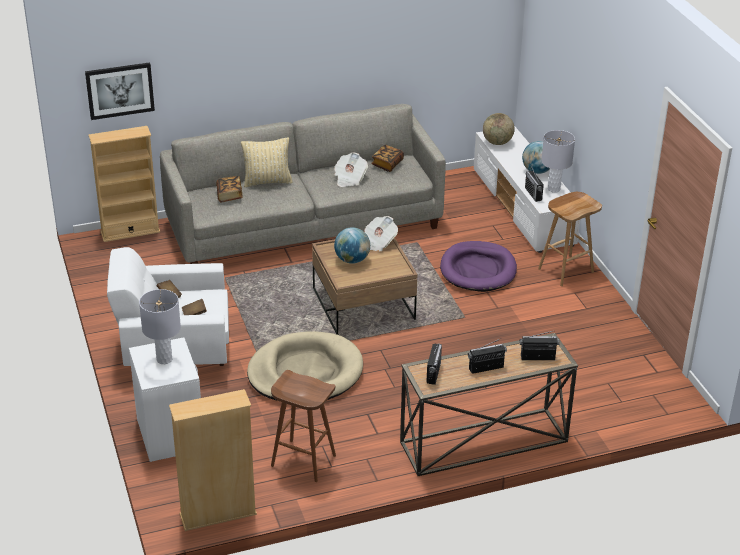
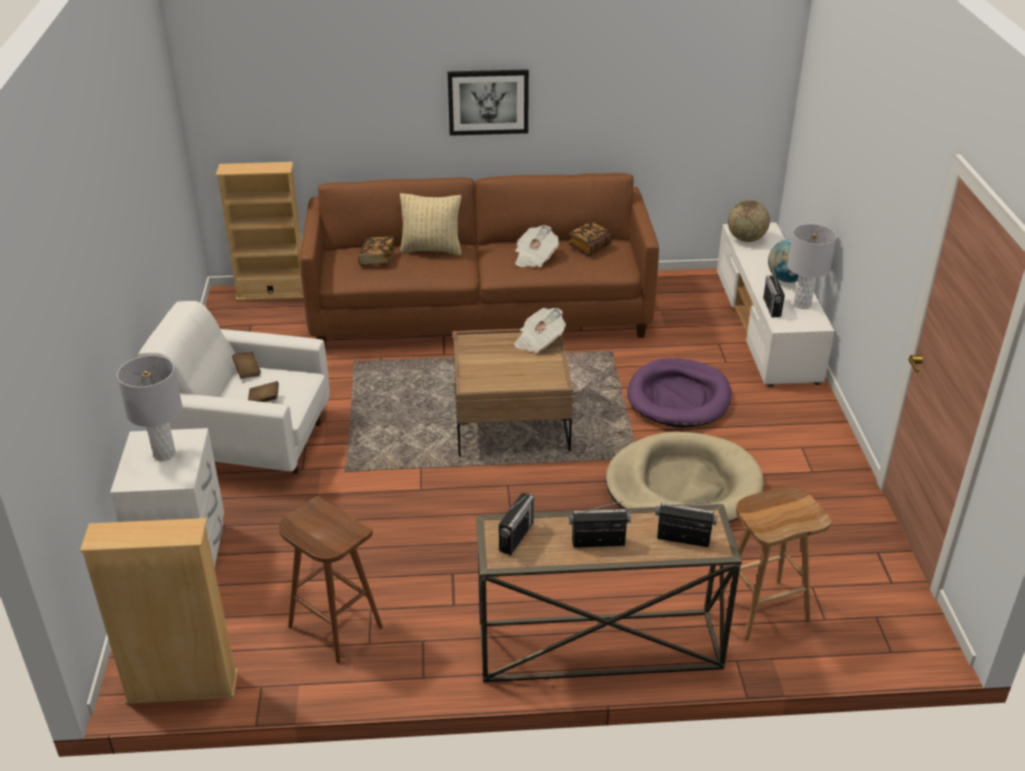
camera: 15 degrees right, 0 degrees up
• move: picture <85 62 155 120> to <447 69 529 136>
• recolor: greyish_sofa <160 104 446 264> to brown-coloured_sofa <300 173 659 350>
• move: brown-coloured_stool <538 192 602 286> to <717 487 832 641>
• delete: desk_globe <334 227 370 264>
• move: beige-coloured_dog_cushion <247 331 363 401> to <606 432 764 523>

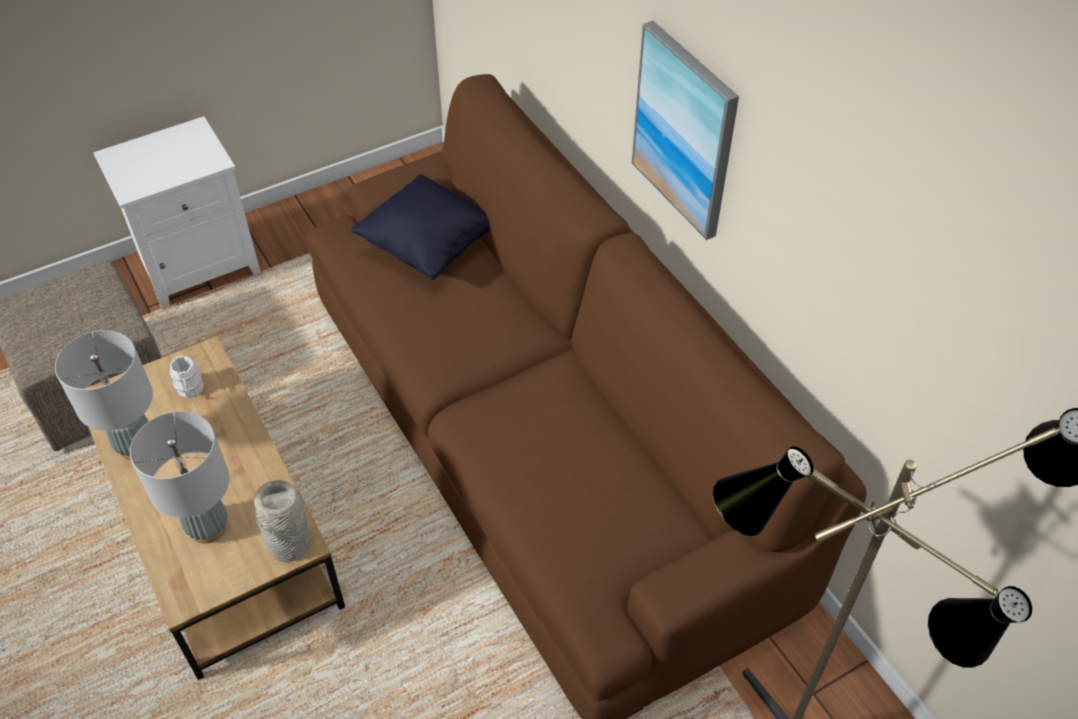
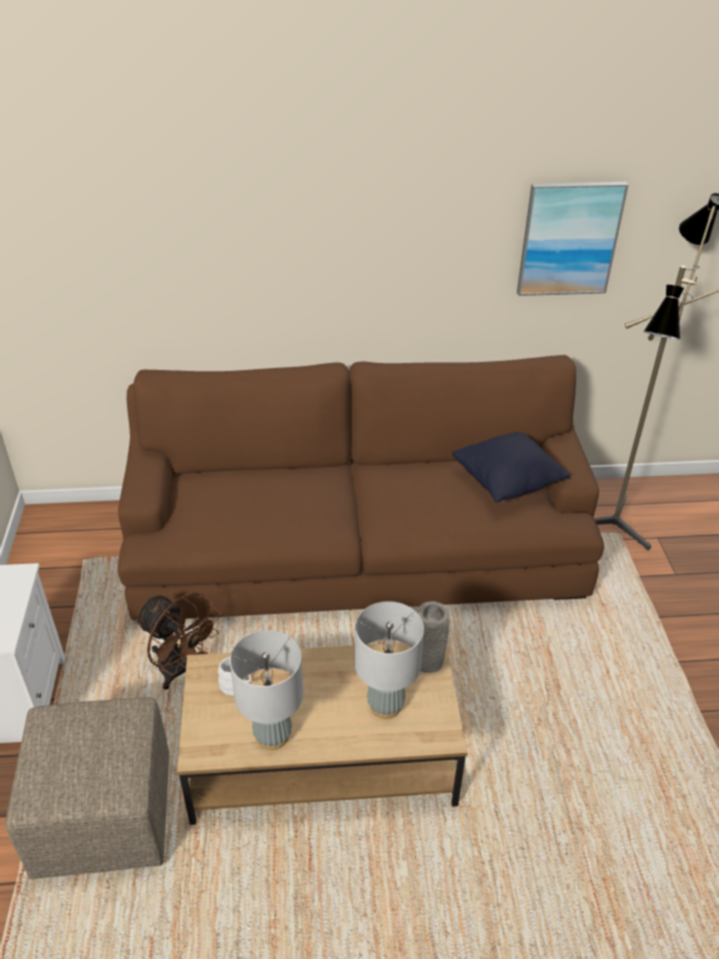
camera: 65 degrees left, 10 degrees down
• move: picture <632 21 739 240> to <517 182 629 296>
• move: black-coloured_pillow <351 174 490 280> to <452 432 570 503>
• insert: brown-coloured_fan <135 593 221 690>

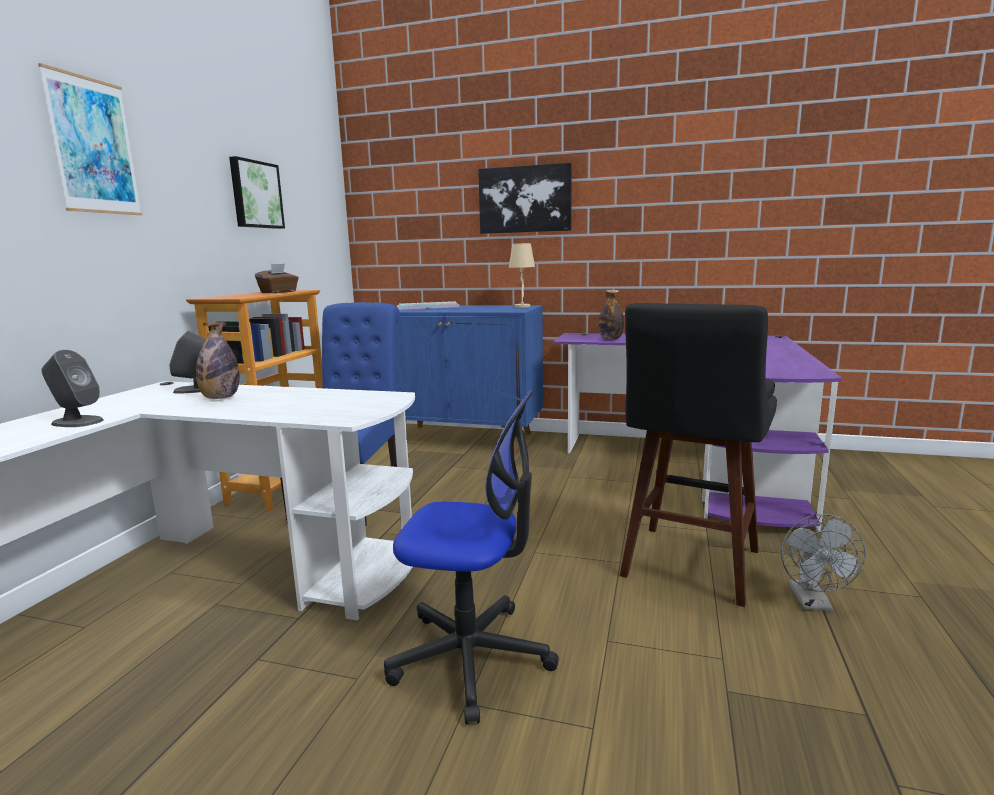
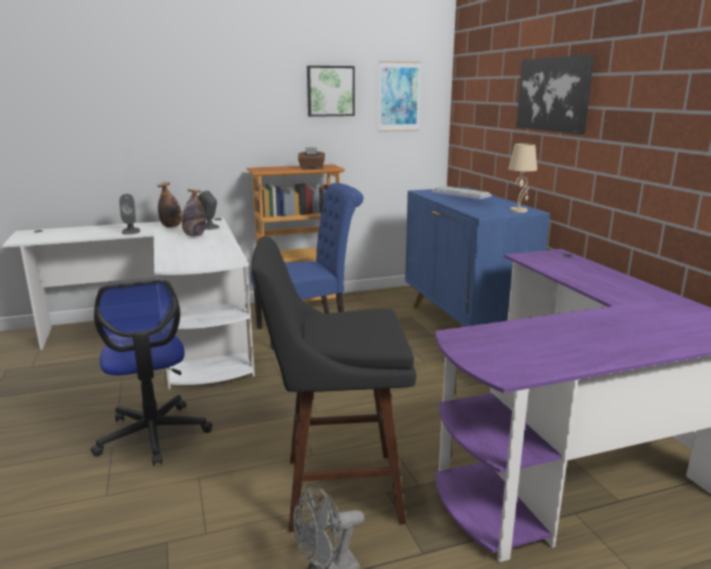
camera: 55 degrees right, 5 degrees up
• move: picture <38 63 142 215> to <378 61 421 132>
• move: drink_bottle <599 290 624 340> to <157 182 182 227>

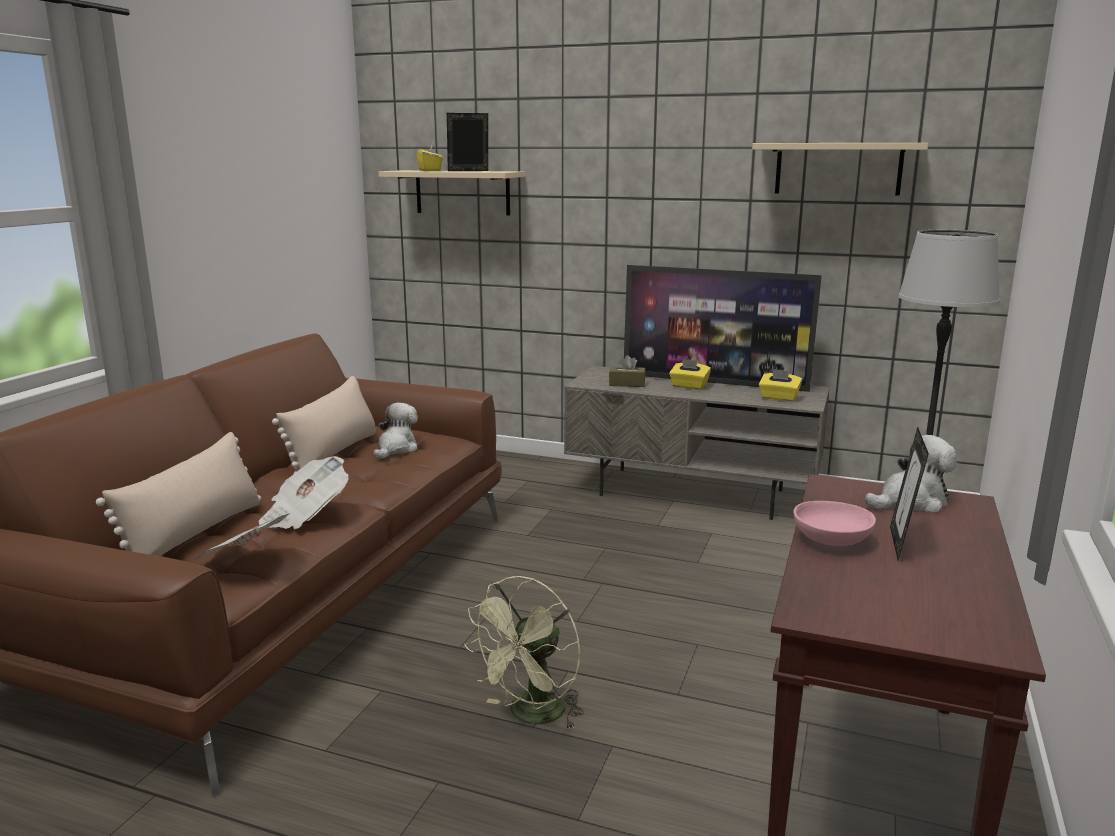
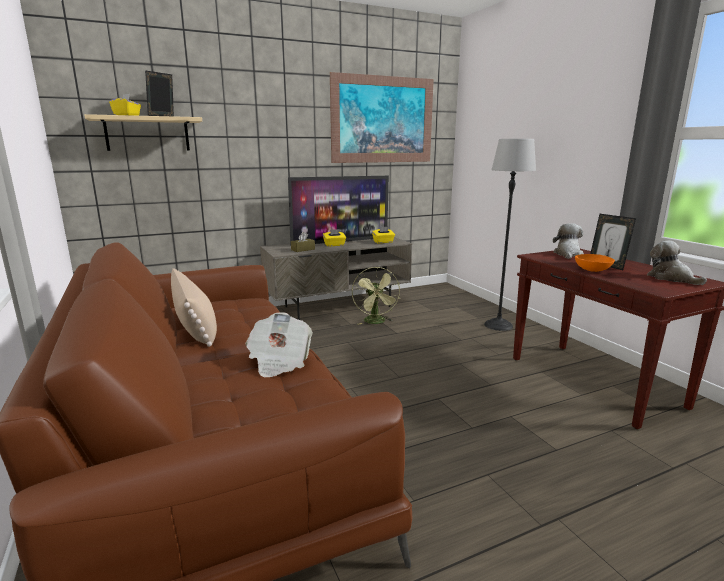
camera: 45 degrees left, 0 degrees up
• replace: beige-coloured_shelf <752 143 928 196> to picture <330 72 434 163>
• move: plush_toy <374 403 418 459> to <647 240 707 285>
• delete: beige-coloured_pillow <96 432 261 556>
• recolor: pink-coloured_bowl <793 501 876 546> to orangey_bowl <575 254 615 272>
• delete: daily_paper <192 514 289 561>
• move: green_fan <464 576 584 730> to <352 267 400 325>

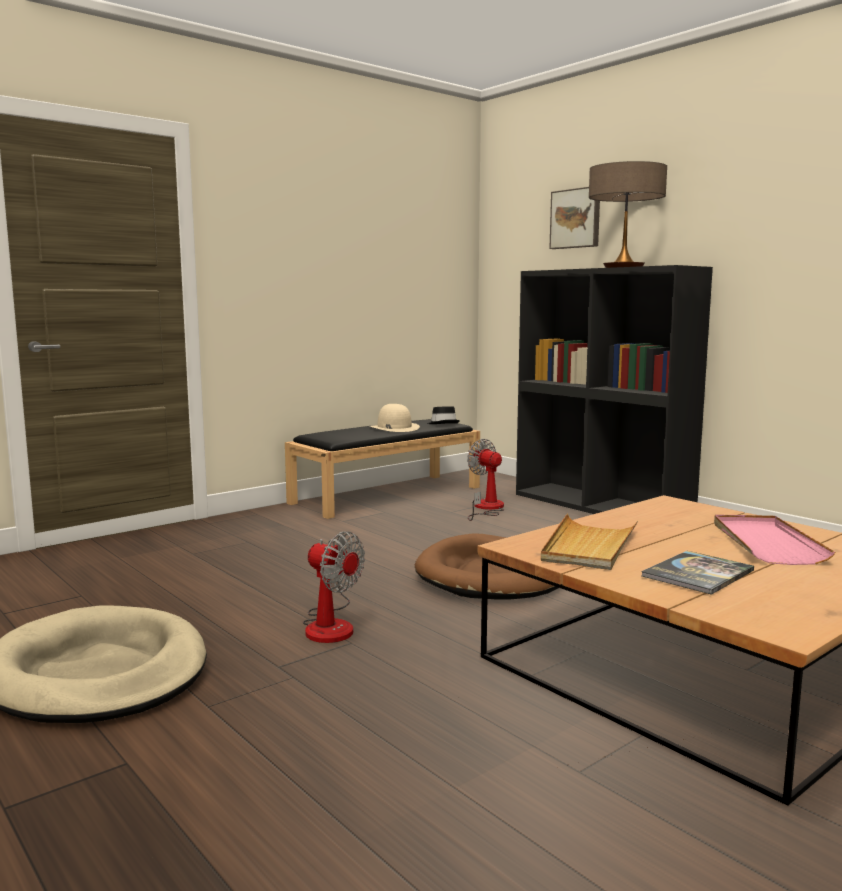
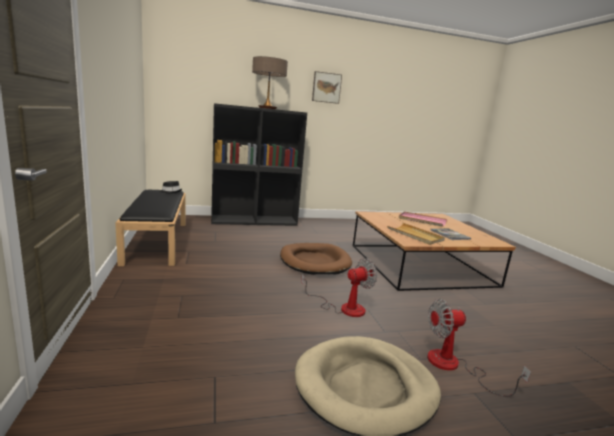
camera: 65 degrees left, 5 degrees up
• move: picture <549 187 600 249> to <312 71 342 104>
• delete: beige-coloured_clothing_hat <370 404 420 432>
• move: fan <467 439 504 521> to <427 299 531 397>

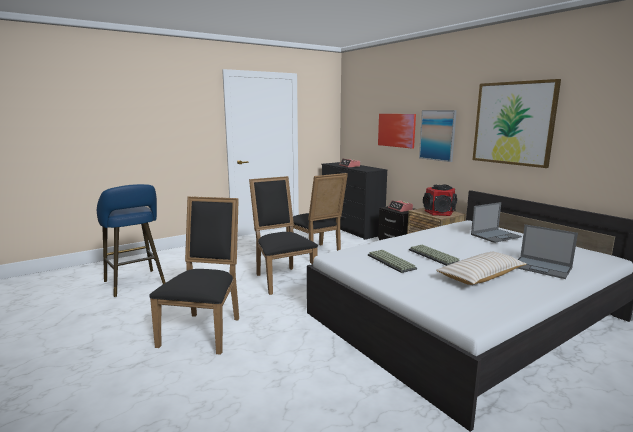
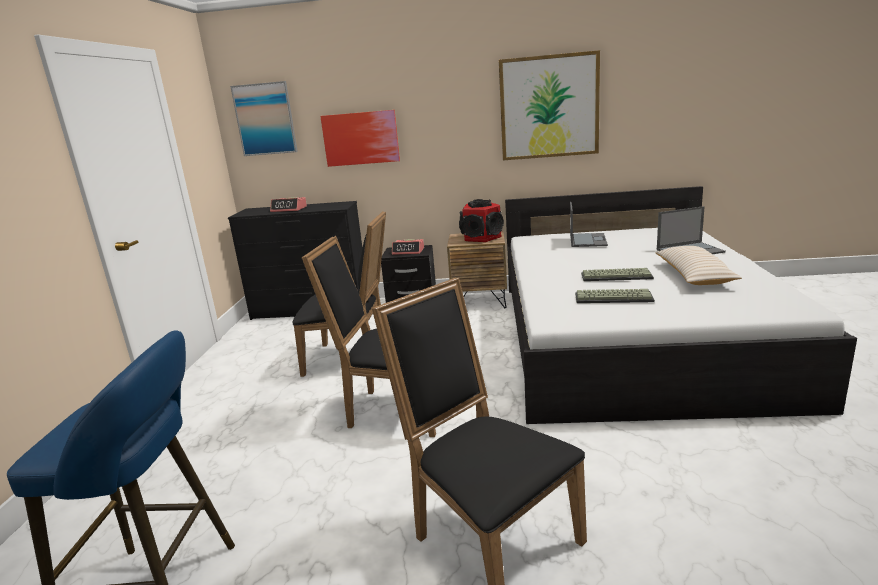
camera: 50 degrees left, 5 degrees up
• move: picture <419 110 457 162> to <230 81 298 156>

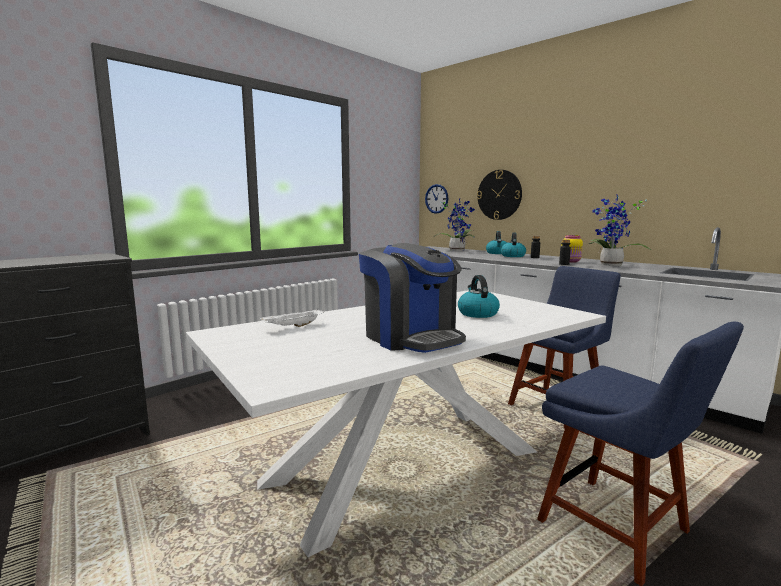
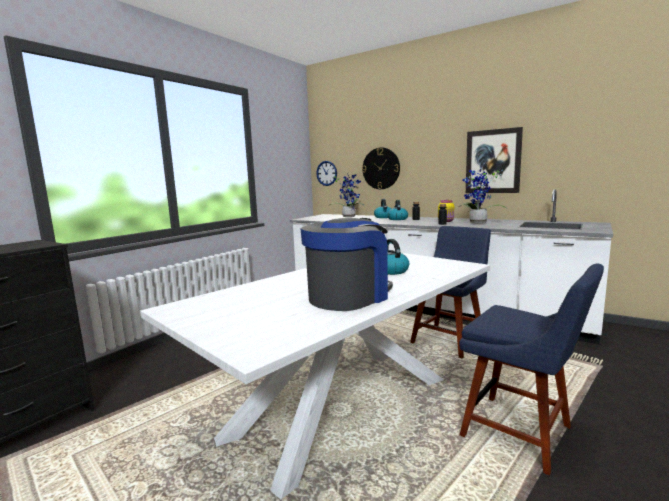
camera: 10 degrees left, 0 degrees up
• rotate: coffee_maker <359 243 466 353> = <300 218 393 311> 90 degrees counterclockwise
• delete: whitish_serving_tray <260 308 324 327>
• insert: picture <466 127 523 193>

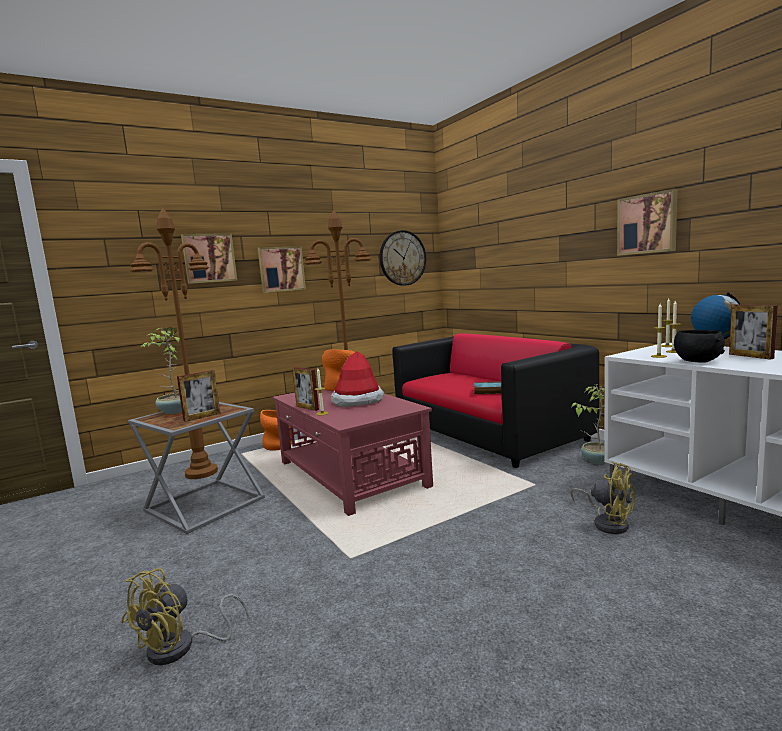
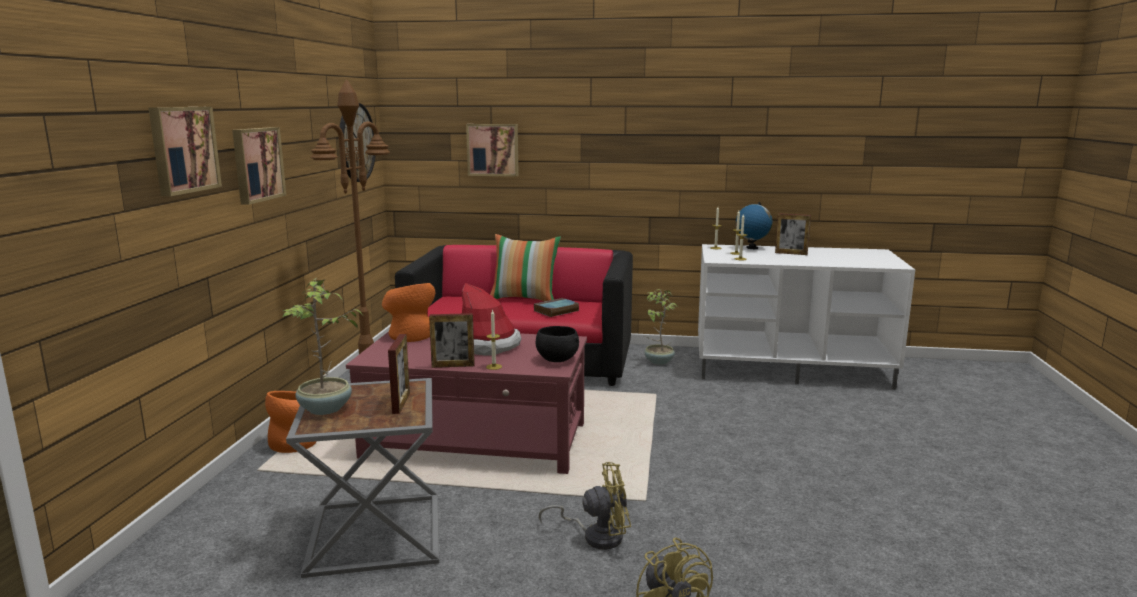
camera: 50 degrees left, 5 degrees up
• move: picture <617 189 678 256> to <466 124 519 177>
• delete: brown-coloured_standard_lamp <130 208 218 479>
• move: black-coloured_bowl <674 330 725 363> to <536 326 579 362>
• move: yellow_fan <570 462 635 534> to <539 462 631 550>
• insert: pillow <490 234 561 301>

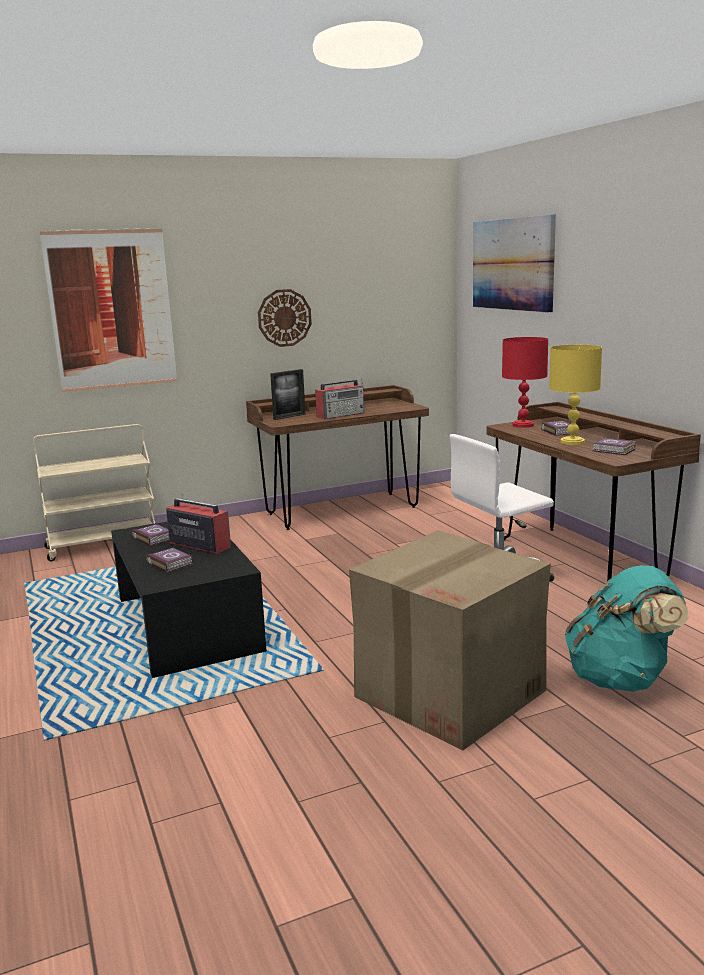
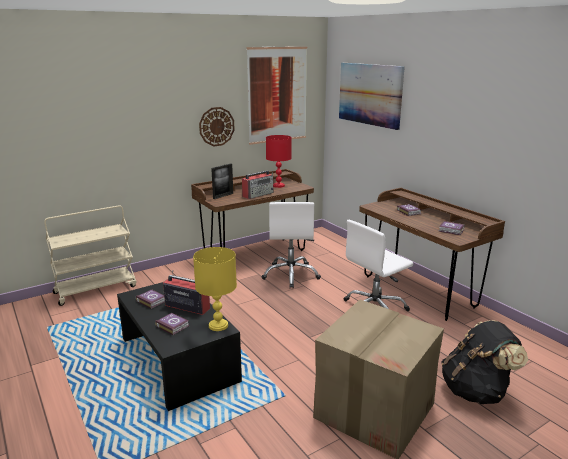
camera: 10 degrees left, 5 degrees up
• move: picture <40 228 177 392> to <247 46 307 145>
• move: reddish_lamp_for_a_table <502 337 548 428> to <266 135 292 188>
• move: yellow_lamp_for_a_table <549 345 602 445> to <193 247 237 331>
• recolor: turquoise_rucksack <565 565 689 692> to black-coloured_rucksack <441 321 528 404>
• insert: whitish_computer_chair <261 202 321 289>

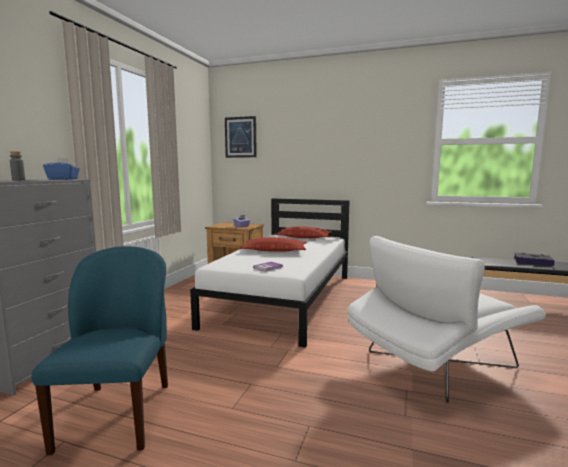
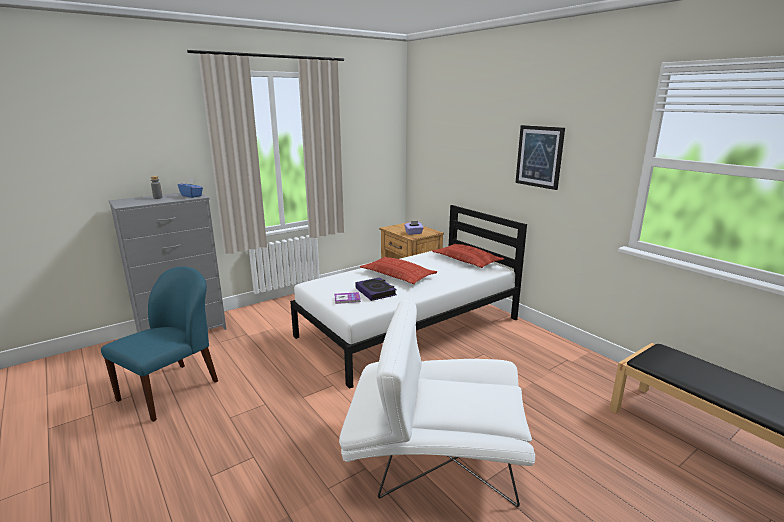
camera: 35 degrees right, 10 degrees up
• move: picture <225 116 257 158> to <515 125 565 190>
• move: bound_book <514 253 555 266> to <355 277 397 301>

